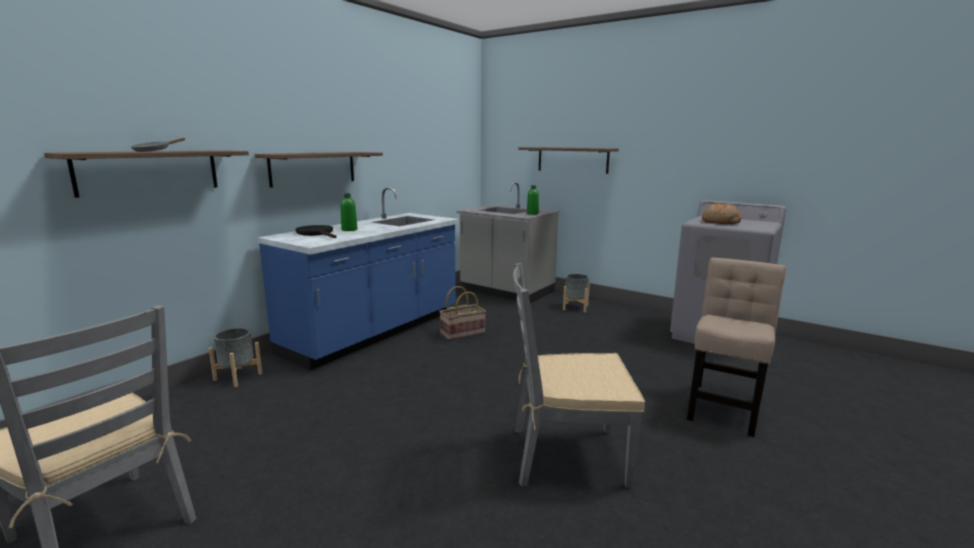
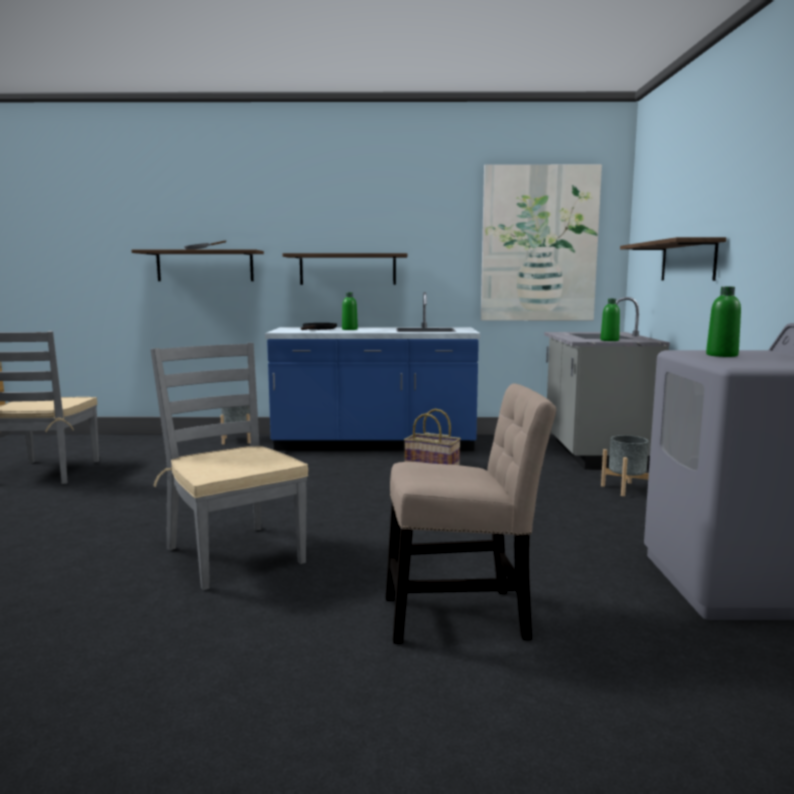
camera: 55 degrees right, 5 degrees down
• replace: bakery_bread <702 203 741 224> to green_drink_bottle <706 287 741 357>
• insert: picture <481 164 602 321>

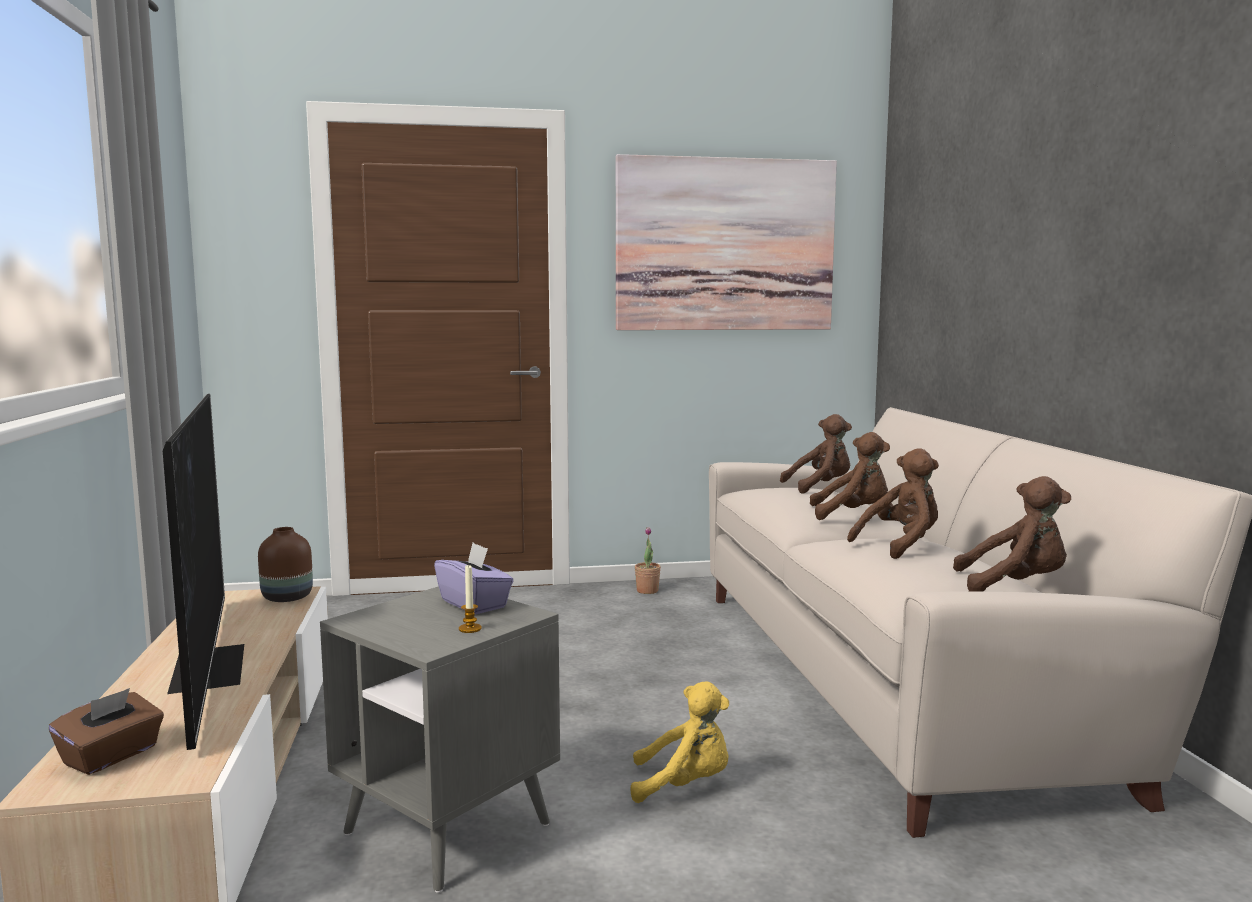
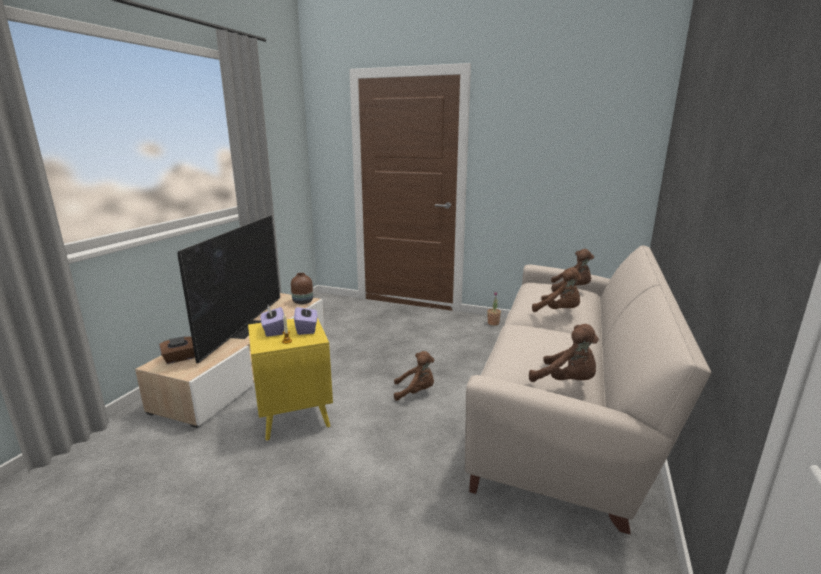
camera: 30 degrees right, 10 degrees up
• delete: picture <616 154 837 330>
• move: brown-coloured_plush_toy <847 448 939 559> to <394 351 434 401>
• recolor: greyish_end_table <320 586 560 893> to yellow_end_table <248 317 333 441>
• delete: yellow_plush_toy <630 681 729 803>
• insert: purple_tissue_holder <261 305 284 337>

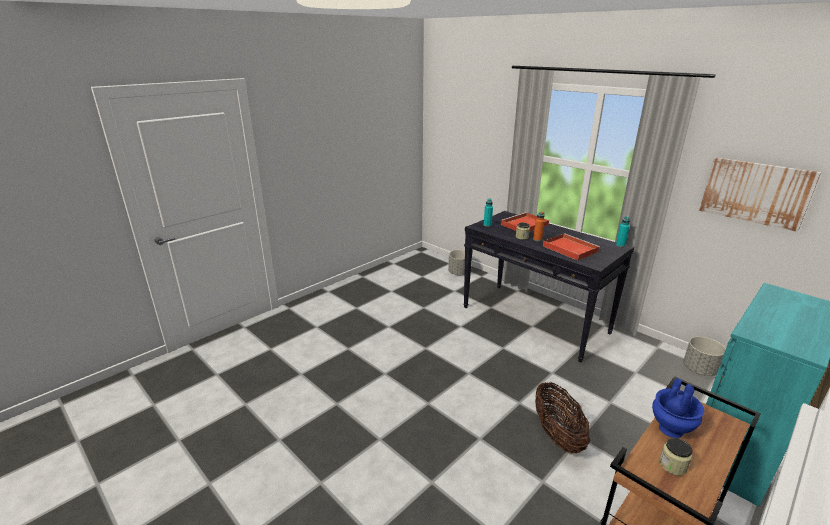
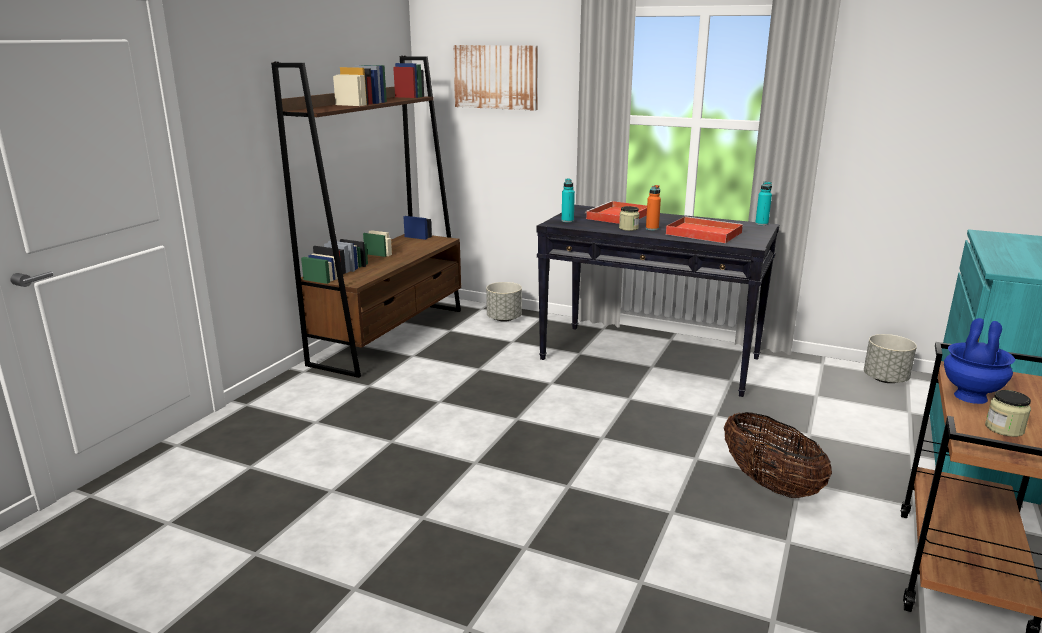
camera: 20 degrees left, 5 degrees down
• move: picture <699 157 821 232> to <453 45 538 111>
• insert: brown-coloured_bookshelf <271 56 461 378>

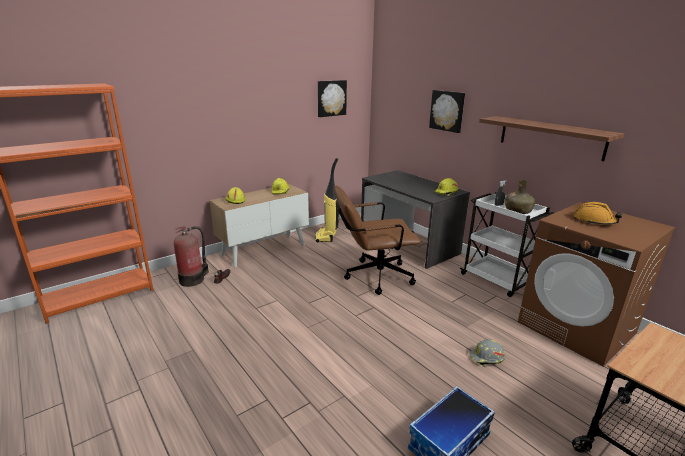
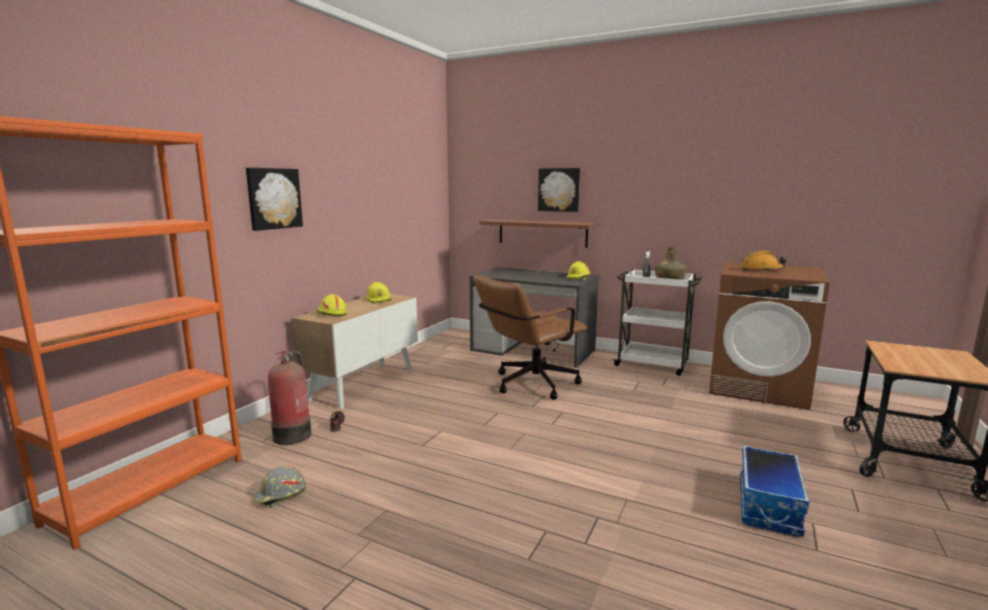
camera: 25 degrees left, 10 degrees down
• move: picture <318 80 347 117> to <246 168 303 231>
• move: shelf <479 116 624 161> to <480 219 598 248>
• delete: vacuum <315 158 340 243>
• move: greyish_work_helmet <469 339 505 367> to <253 466 306 508>

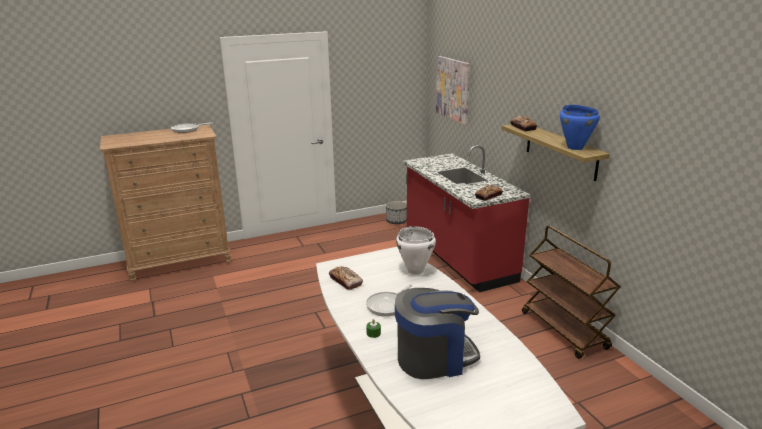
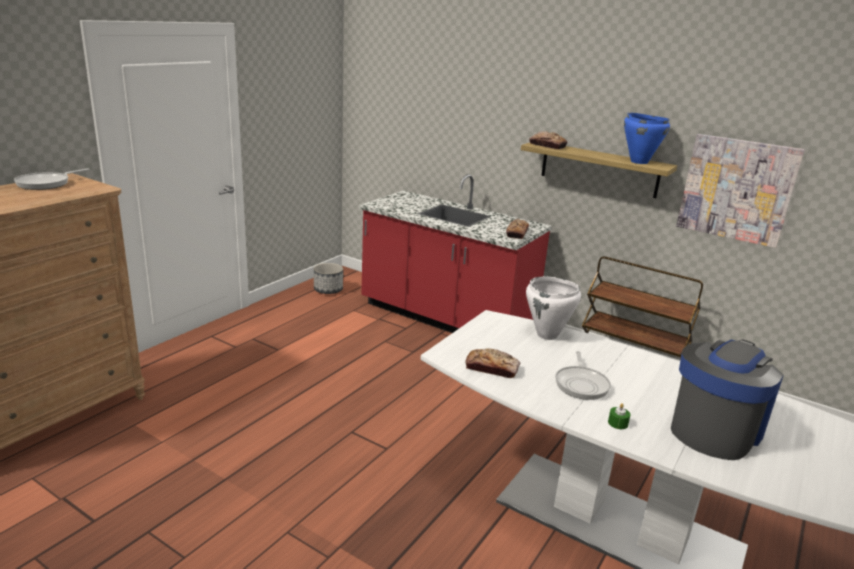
camera: 35 degrees left, 0 degrees up
• move: picture <436 56 470 125> to <676 134 805 248>

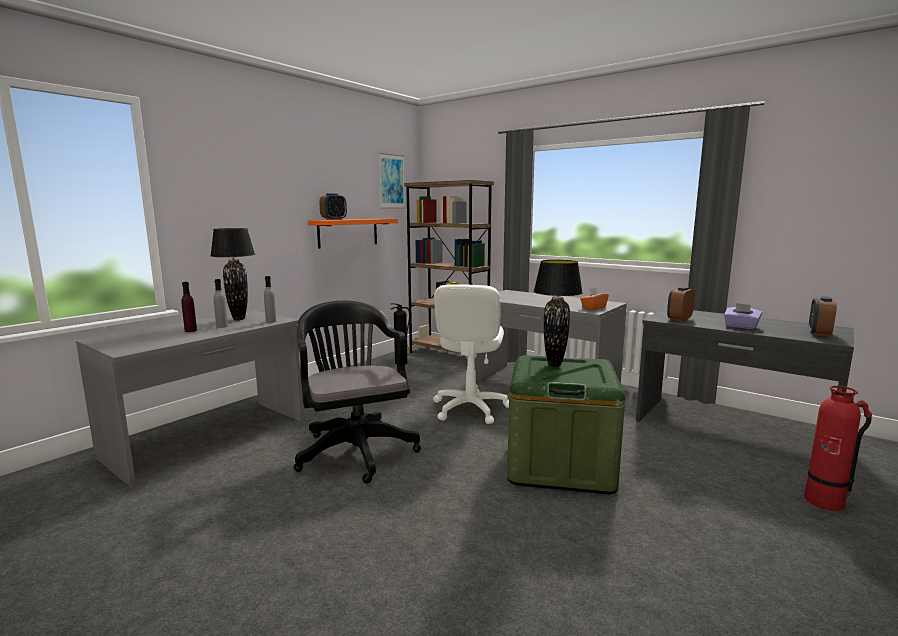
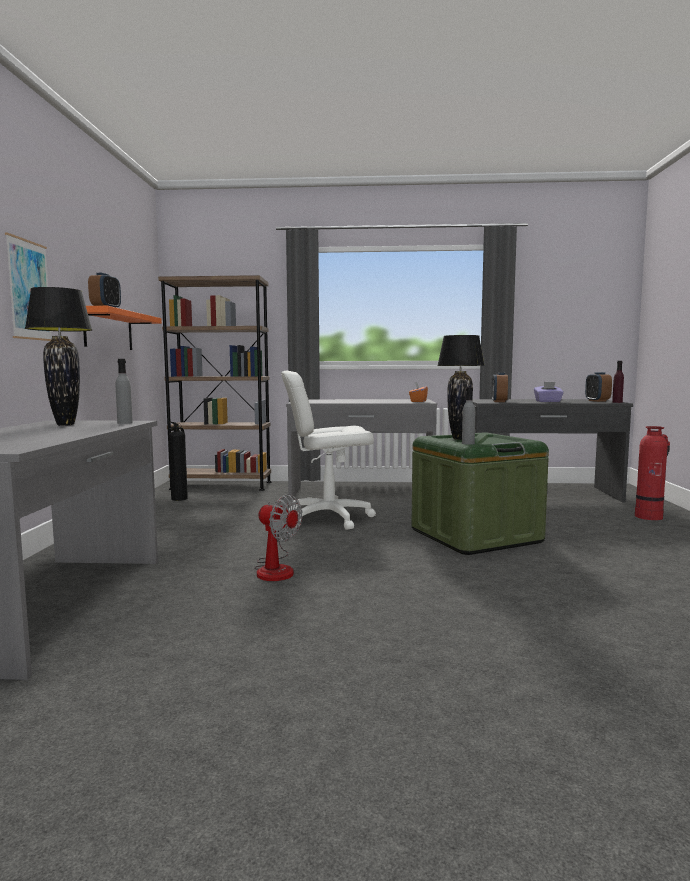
camera: 35 degrees left, 5 degrees down
• move: picture <379 153 405 209> to <5 233 52 341>
• move: greyish_drink_bottle <214 279 228 328> to <462 387 475 445>
• move: purple_drink_bottle <181 282 197 332> to <612 361 624 403>
• rotate: whitish_computer_chair <433 284 509 424> = <281 371 376 530> 105 degrees clockwise
• replace: black-coloured_computer_chair <294 301 421 484> to fan <254 494 302 581>

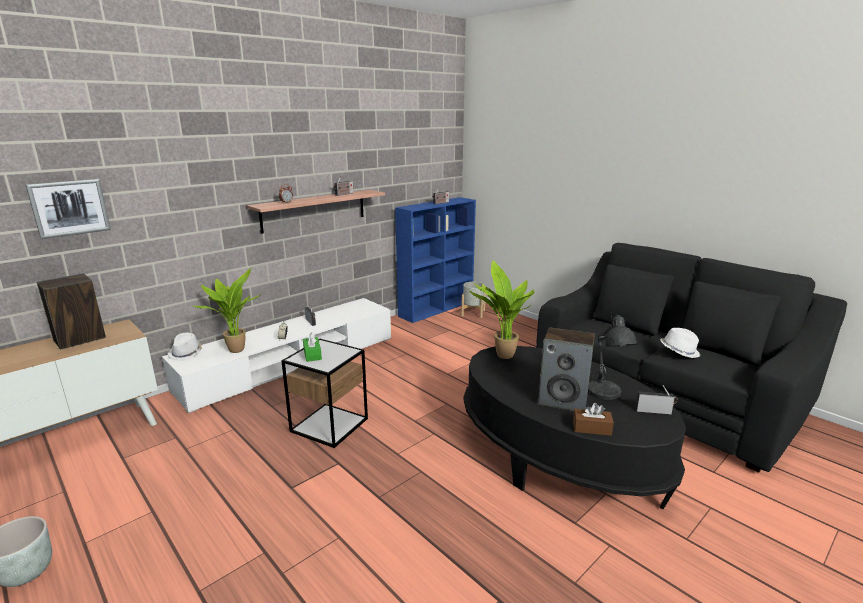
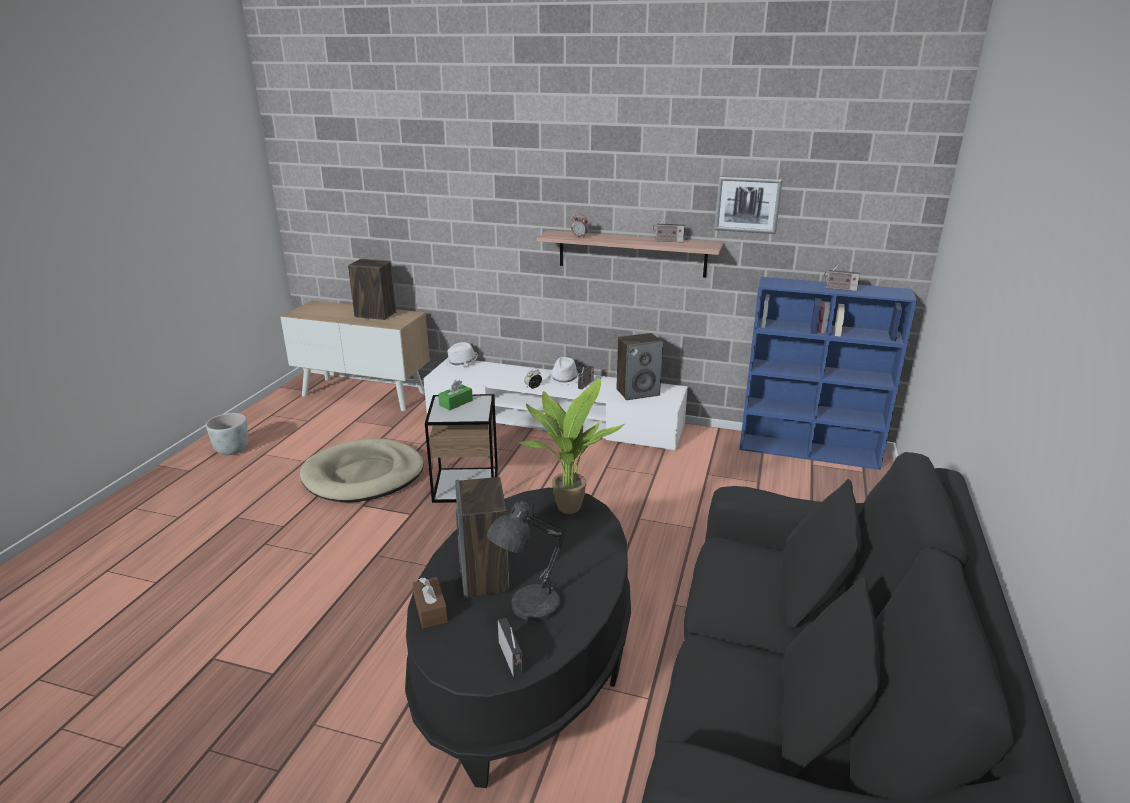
camera: 60 degrees right, 5 degrees up
• move: picture <25 179 111 239> to <714 176 782 234>
• delete: houseplant <191 268 261 353>
• delete: greyish_planter <461 282 486 318>
• move: whitish_clothing_hat <660 328 701 358> to <548 357 580 386>
• insert: audio_speaker <616 333 663 400>
• insert: beige-coloured_dog_cushion <300 438 424 502>

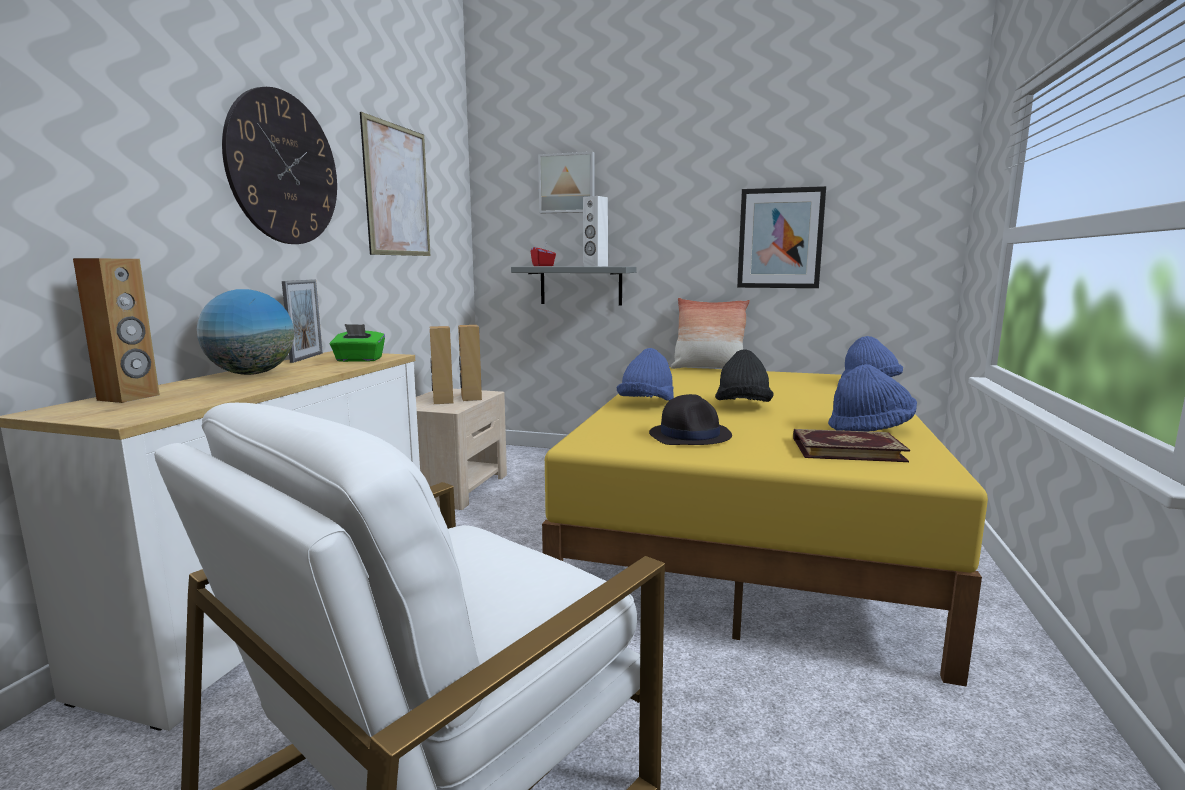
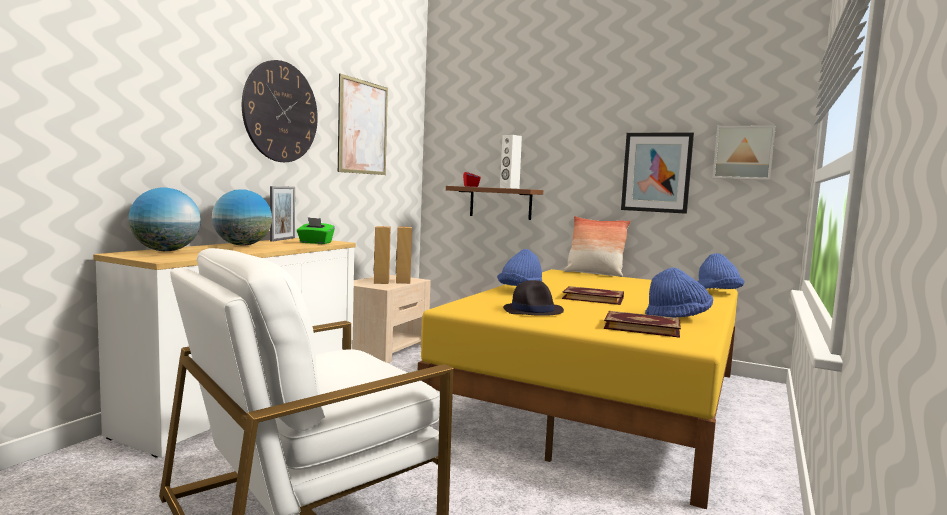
camera: 10 degrees right, 5 degrees down
• move: picture <538 152 595 213> to <713 125 776 180>
• replace: brown-coloured_audio_speaker <73 258 160 403> to desk_globe <129 188 201 251>
• recolor: greyish_shelf <511 267 636 306> to brown-coloured_shelf <446 186 543 220>
• replace: black-coloured_clothing_hat <715 349 774 402> to bound_book <562 286 624 305>

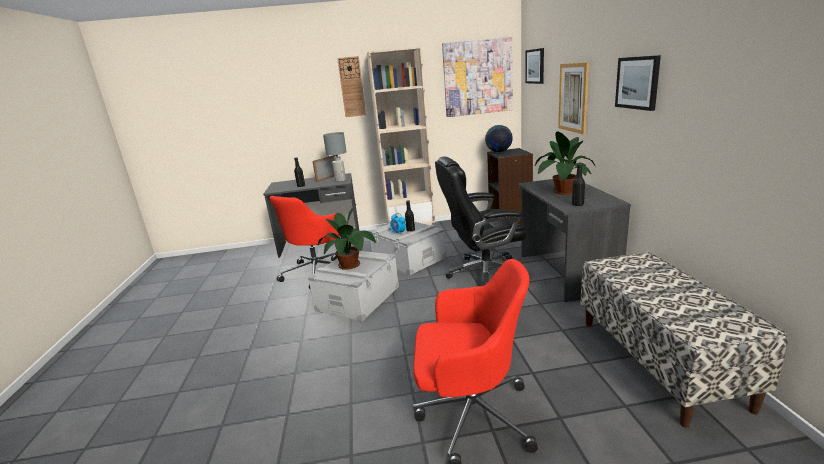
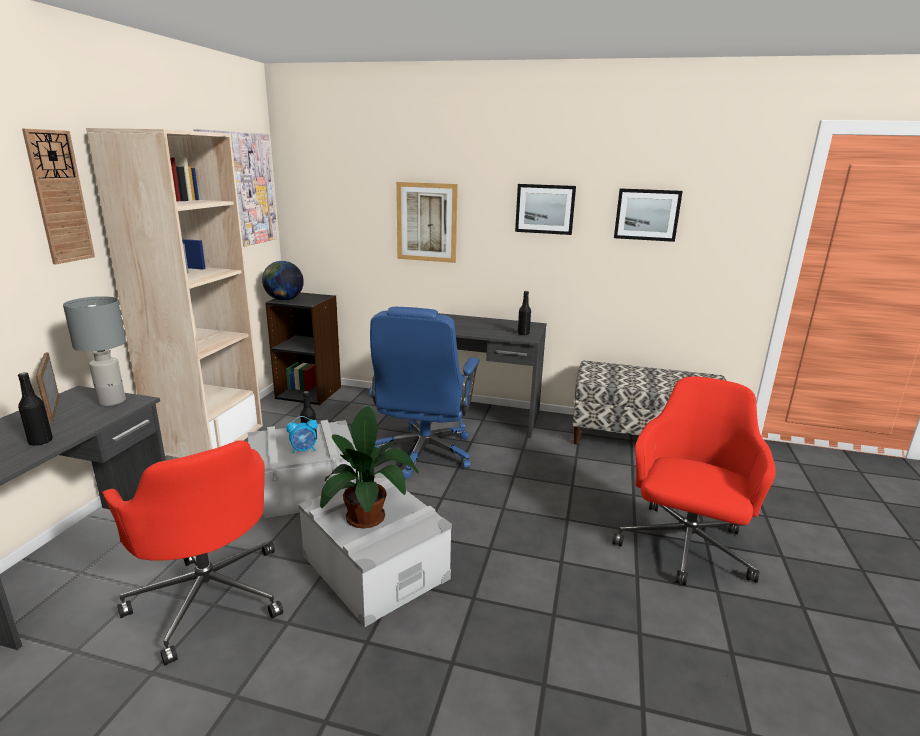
camera: 70 degrees left, 0 degrees up
• move: picture <525 48 544 84> to <614 188 683 242>
• delete: houseplant <535 131 596 195>
• recolor: black-coloured_computer_chair <435 157 527 286> to bluish_computer_chair <369 307 480 479>

